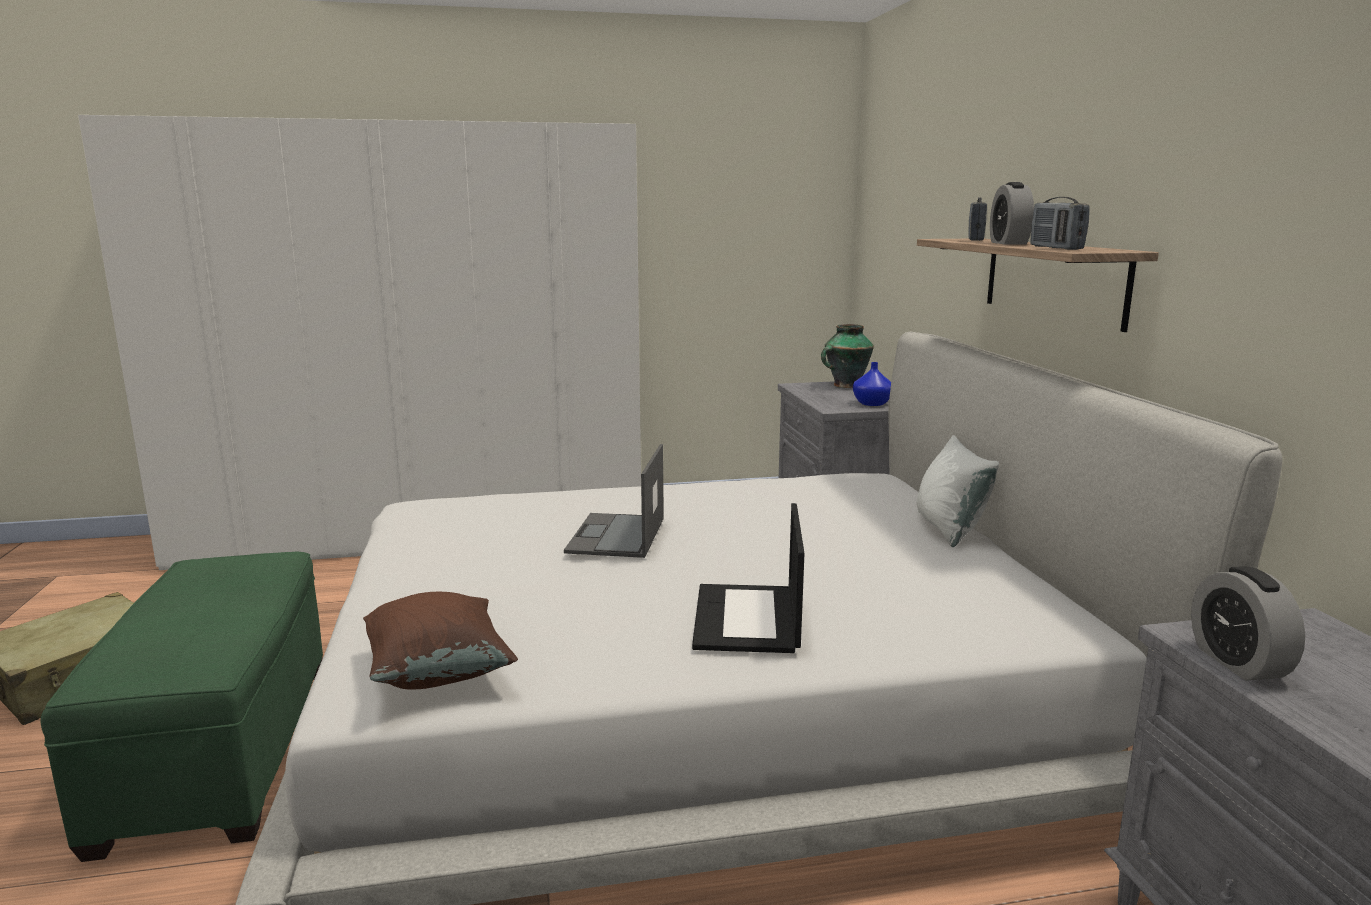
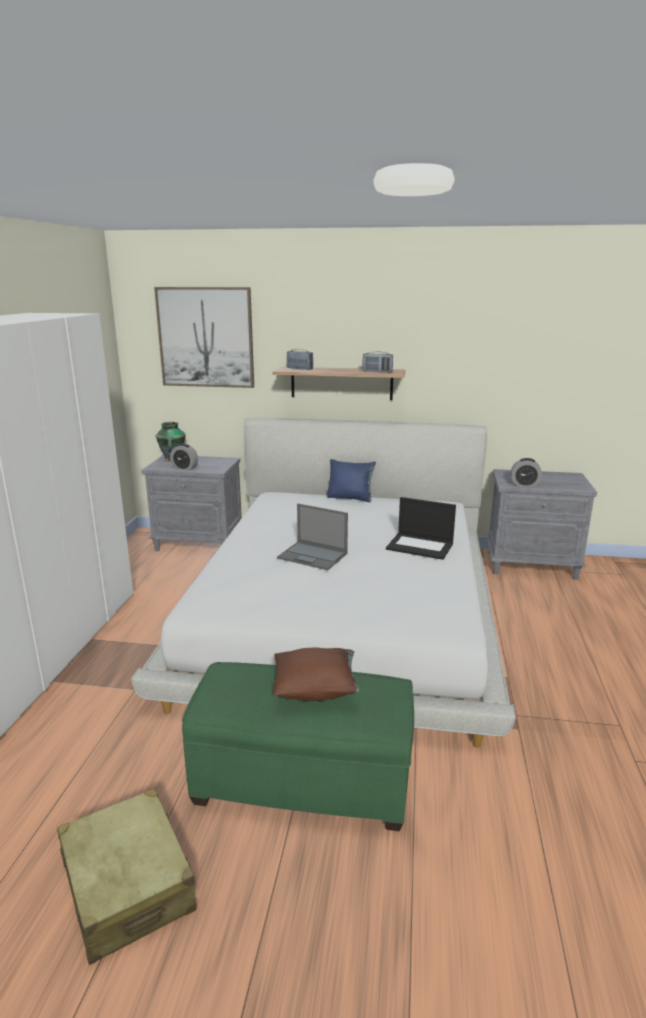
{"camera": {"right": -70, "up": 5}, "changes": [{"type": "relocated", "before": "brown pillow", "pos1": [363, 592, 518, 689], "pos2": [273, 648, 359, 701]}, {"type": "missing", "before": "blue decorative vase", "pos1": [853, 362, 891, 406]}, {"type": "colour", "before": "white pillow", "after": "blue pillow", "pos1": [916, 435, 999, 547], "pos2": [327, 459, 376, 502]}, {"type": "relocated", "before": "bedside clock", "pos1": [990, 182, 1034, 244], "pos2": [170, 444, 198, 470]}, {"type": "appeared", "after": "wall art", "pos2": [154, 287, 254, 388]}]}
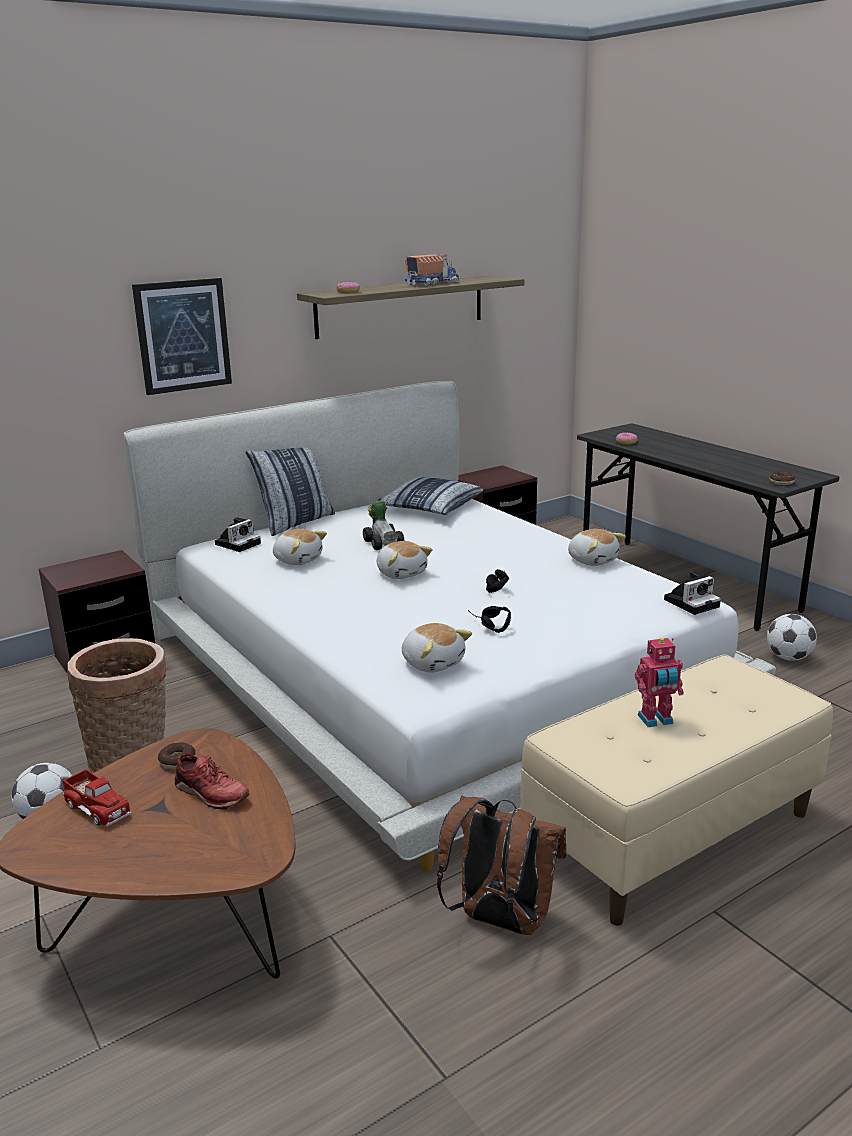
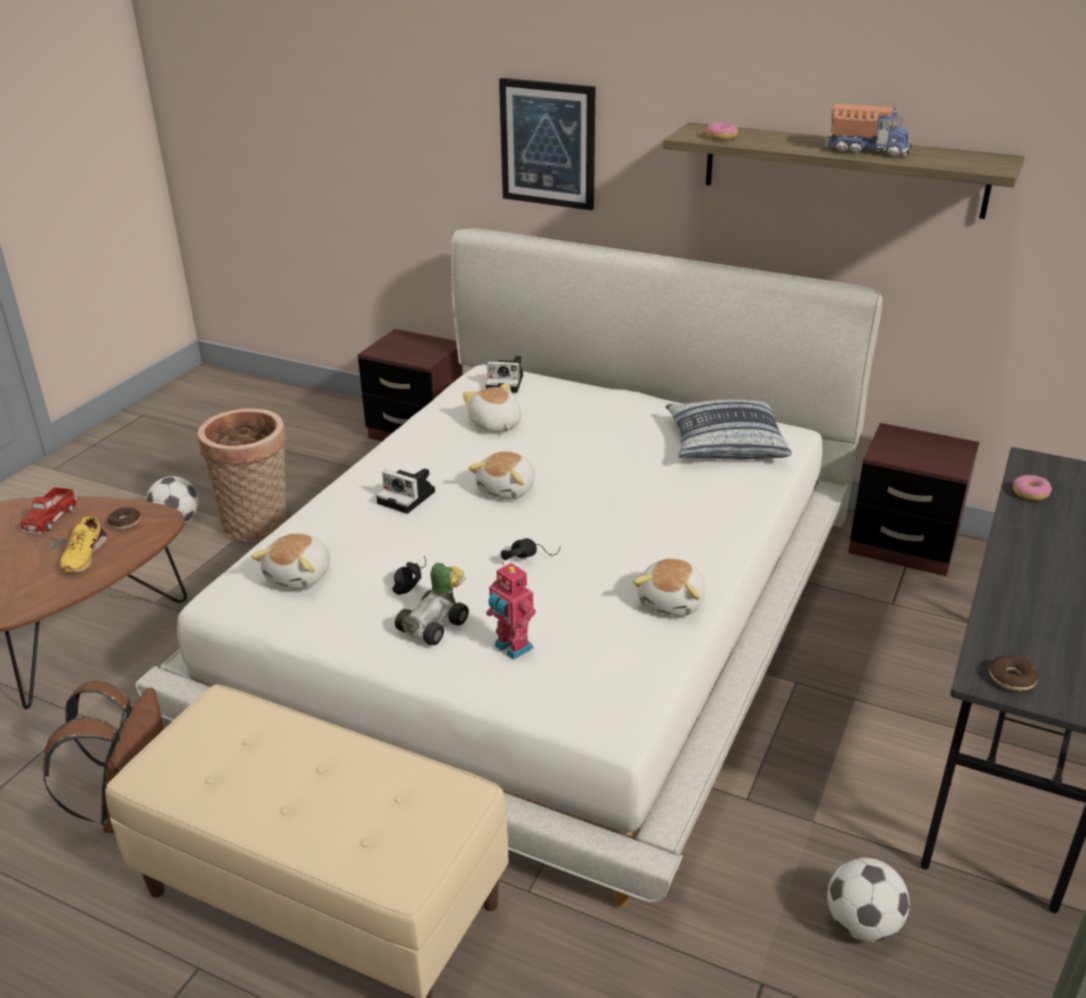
{"camera": {"right": 60, "up": 10}, "changes": [{"type": "colour", "before": "red low shoe", "after": "yellow-coloured low shoe", "pos1": [175, 752, 249, 810], "pos2": [60, 516, 107, 573]}, {"type": "missing", "before": "pillow", "pos1": [245, 448, 335, 536]}, {"type": "spun", "before": "soft toy", "pos1": [273, 529, 327, 565], "pos2": [463, 383, 521, 432], "turn": 150}, {"type": "relocated", "before": "toy car", "pos1": [363, 500, 404, 550], "pos2": [395, 563, 469, 645]}, {"type": "relocated", "before": "model robot", "pos1": [635, 638, 684, 727], "pos2": [486, 563, 536, 660]}, {"type": "relocated", "before": "still camera", "pos1": [664, 571, 721, 615], "pos2": [376, 468, 435, 514]}]}
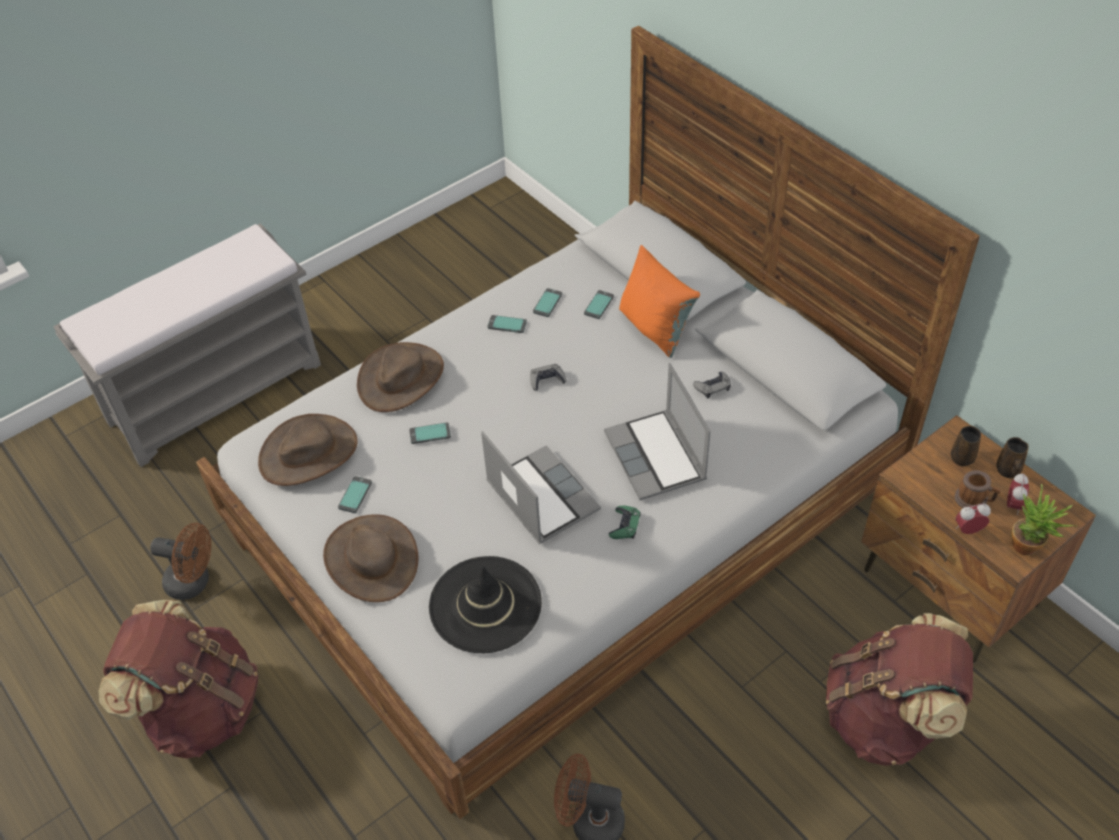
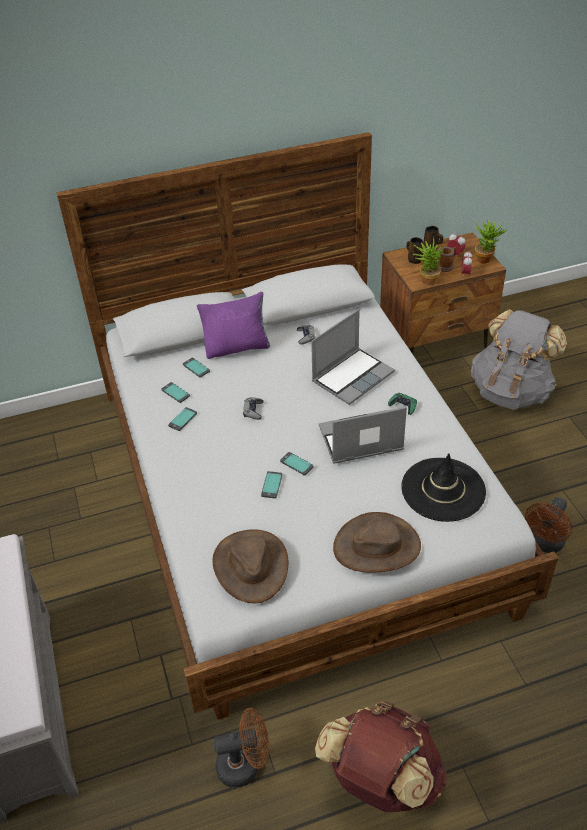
{"camera": {"right": -70, "up": -5}, "changes": [{"type": "spun", "before": "brown fan", "pos1": [150, 523, 211, 600], "pos2": [213, 708, 269, 787], "turn": 45}, {"type": "relocated", "before": "phone", "pos1": [338, 476, 372, 513], "pos2": [280, 452, 314, 475]}, {"type": "missing", "before": "brown clothing hat", "pos1": [357, 342, 444, 412]}, {"type": "spun", "before": "portable computer", "pos1": [604, 363, 711, 500], "pos2": [311, 309, 395, 405], "turn": -45}, {"type": "colour", "before": "orange pillow", "after": "purple-coloured pillow", "pos1": [619, 245, 700, 358], "pos2": [197, 292, 270, 359]}, {"type": "colour", "before": "brown rucksack", "after": "grey rucksack", "pos1": [826, 613, 973, 766], "pos2": [471, 309, 567, 410]}, {"type": "appeared", "after": "houseplant", "pos2": [413, 237, 444, 285]}]}
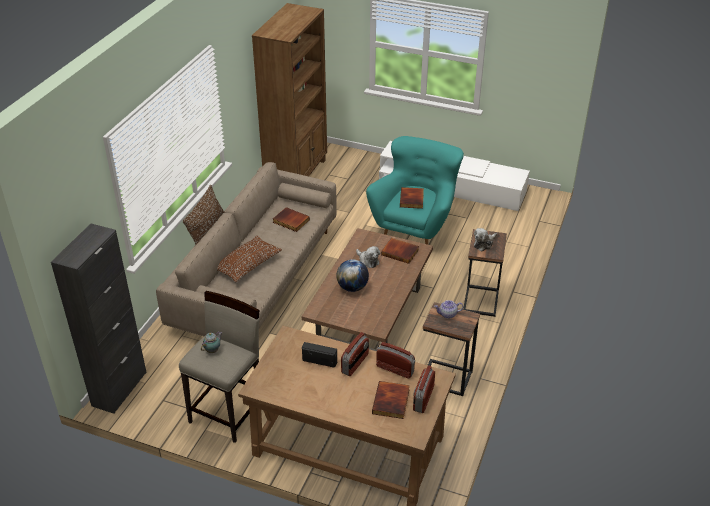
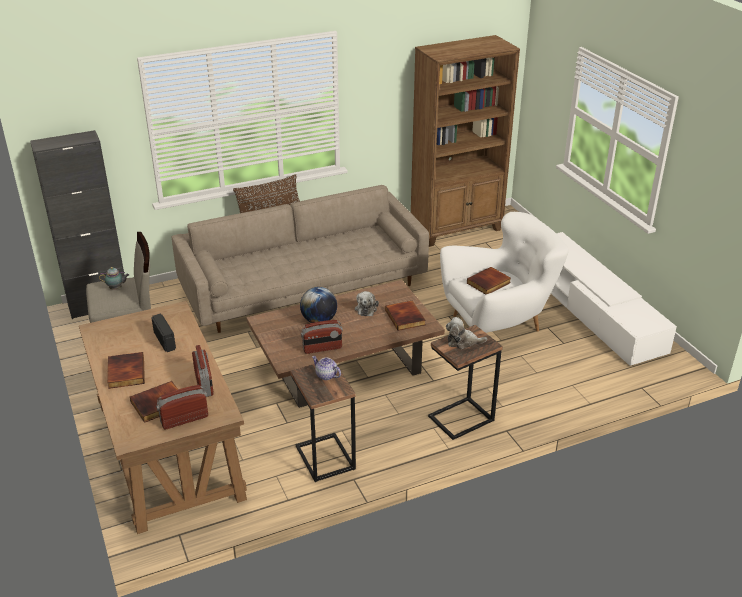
{"camera": {"right": 45, "up": -5}, "changes": [{"type": "missing", "before": "brown pillow", "pos1": [217, 236, 282, 282]}, {"type": "relocated", "before": "book", "pos1": [273, 207, 310, 232], "pos2": [107, 352, 145, 389]}, {"type": "relocated", "before": "radio set", "pos1": [341, 332, 369, 376], "pos2": [301, 320, 343, 354]}, {"type": "colour", "before": "blue-green easy chair", "after": "white easy chair", "pos1": [366, 136, 464, 245], "pos2": [440, 212, 569, 333]}]}
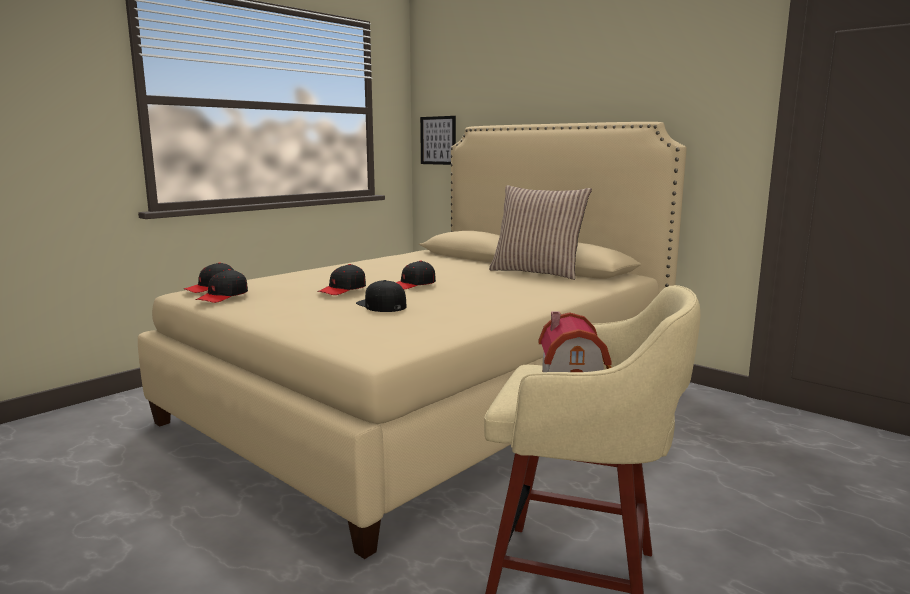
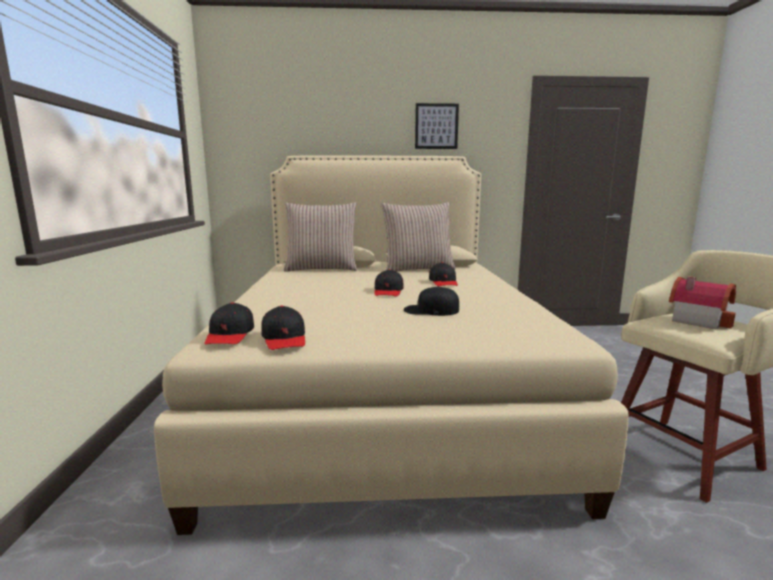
{"camera": {"right": -45, "up": 0}, "changes": [{"type": "relocated", "before": "blackish cap", "pos1": [317, 264, 366, 295], "pos2": [429, 262, 458, 286]}, {"type": "relocated", "before": "wall art", "pos1": [420, 116, 456, 165], "pos2": [415, 103, 459, 149]}, {"type": "appeared", "after": "pillow", "pos2": [284, 202, 357, 272]}]}
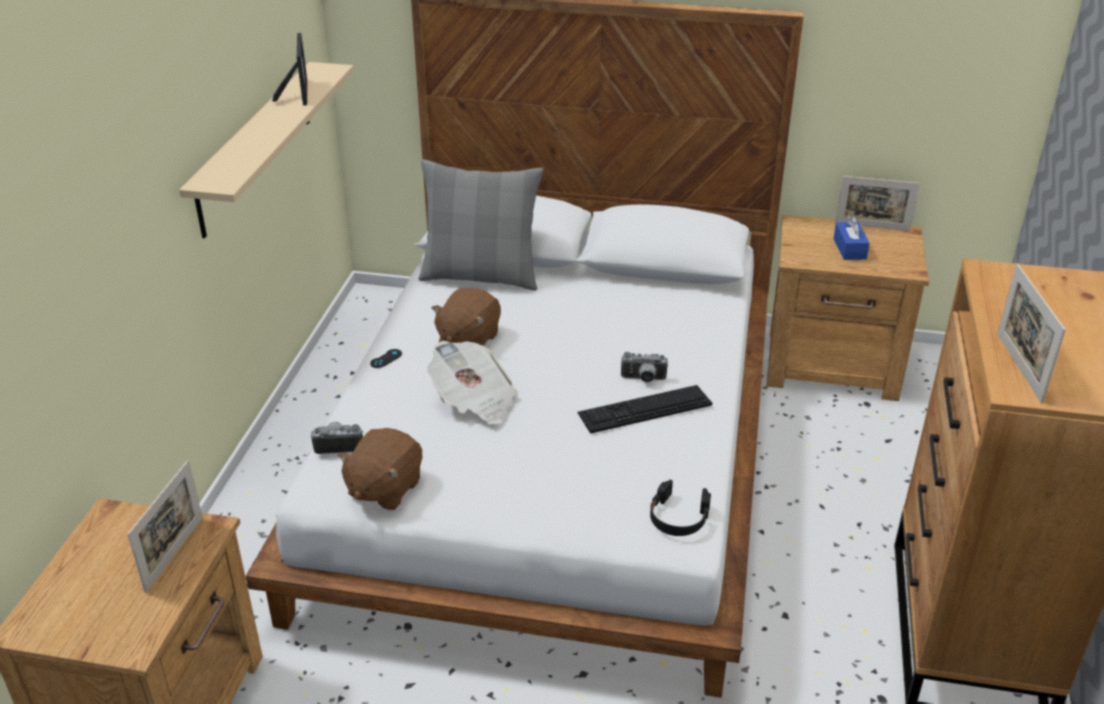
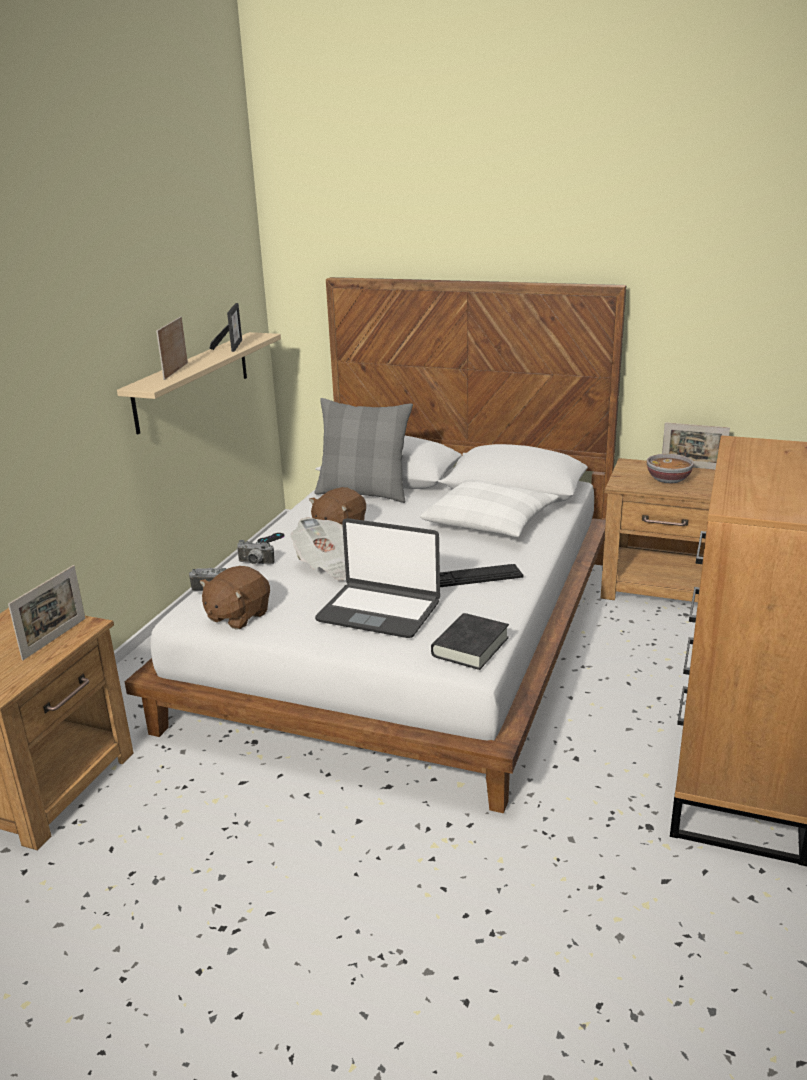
{"camera": {"right": 10, "up": -10}, "changes": [{"type": "relocated", "before": "still camera", "pos1": [621, 352, 668, 383], "pos2": [236, 540, 275, 565]}, {"type": "exchanged", "before": "blackish pair of headphones", "after": "blackish book", "pos1": [650, 480, 711, 536], "pos2": [431, 613, 509, 670]}, {"type": "exchanged", "before": "blue box of tissues", "after": "serving bowl", "pos1": [834, 216, 870, 260], "pos2": [647, 454, 694, 483]}, {"type": "relocated", "before": "photo frame", "pos1": [997, 264, 1066, 403], "pos2": [156, 316, 188, 380]}, {"type": "appeared", "after": "portable computer", "pos2": [315, 518, 440, 638]}, {"type": "appeared", "after": "white pillow", "pos2": [420, 479, 559, 537]}]}
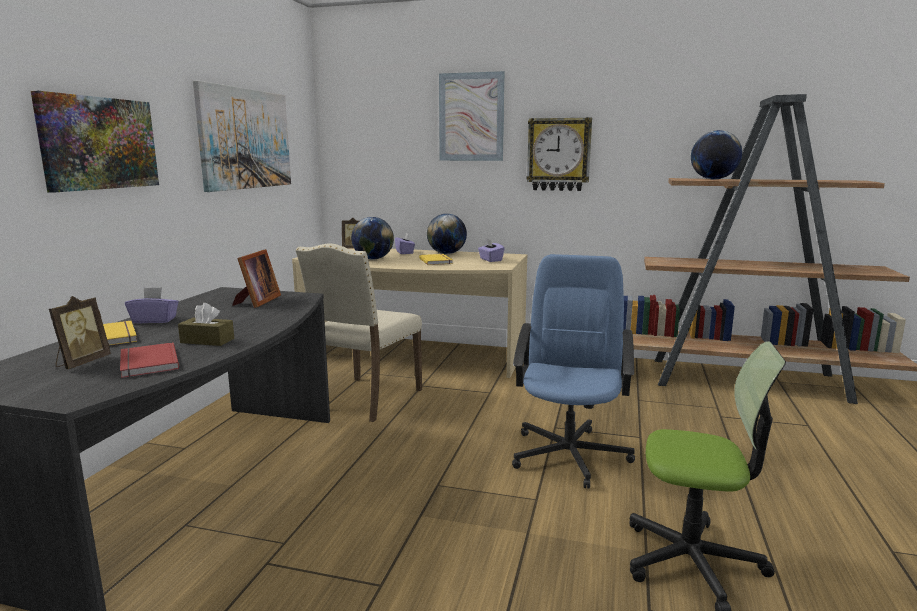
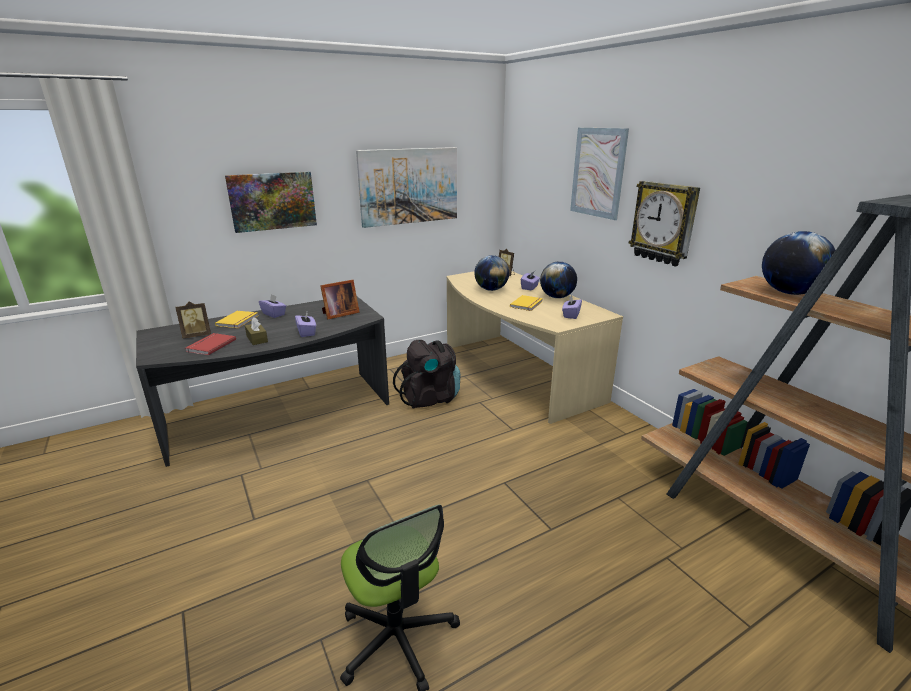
{"camera": {"right": 45, "up": 10}, "changes": [{"type": "exchanged", "before": "sand-coloured upright chair", "after": "blackish rucksack", "pos1": [296, 243, 422, 422], "pos2": [393, 340, 460, 409]}, {"type": "missing", "before": "blue desk chair", "pos1": [512, 254, 635, 489]}, {"type": "appeared", "after": "purple-coloured box of tissues", "pos2": [295, 312, 316, 337]}]}
